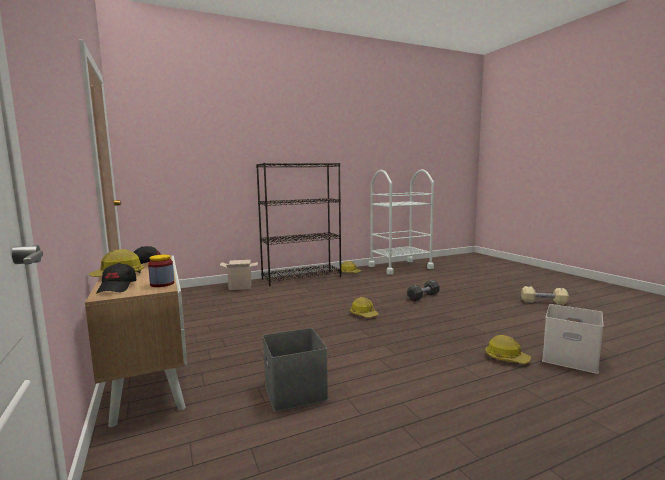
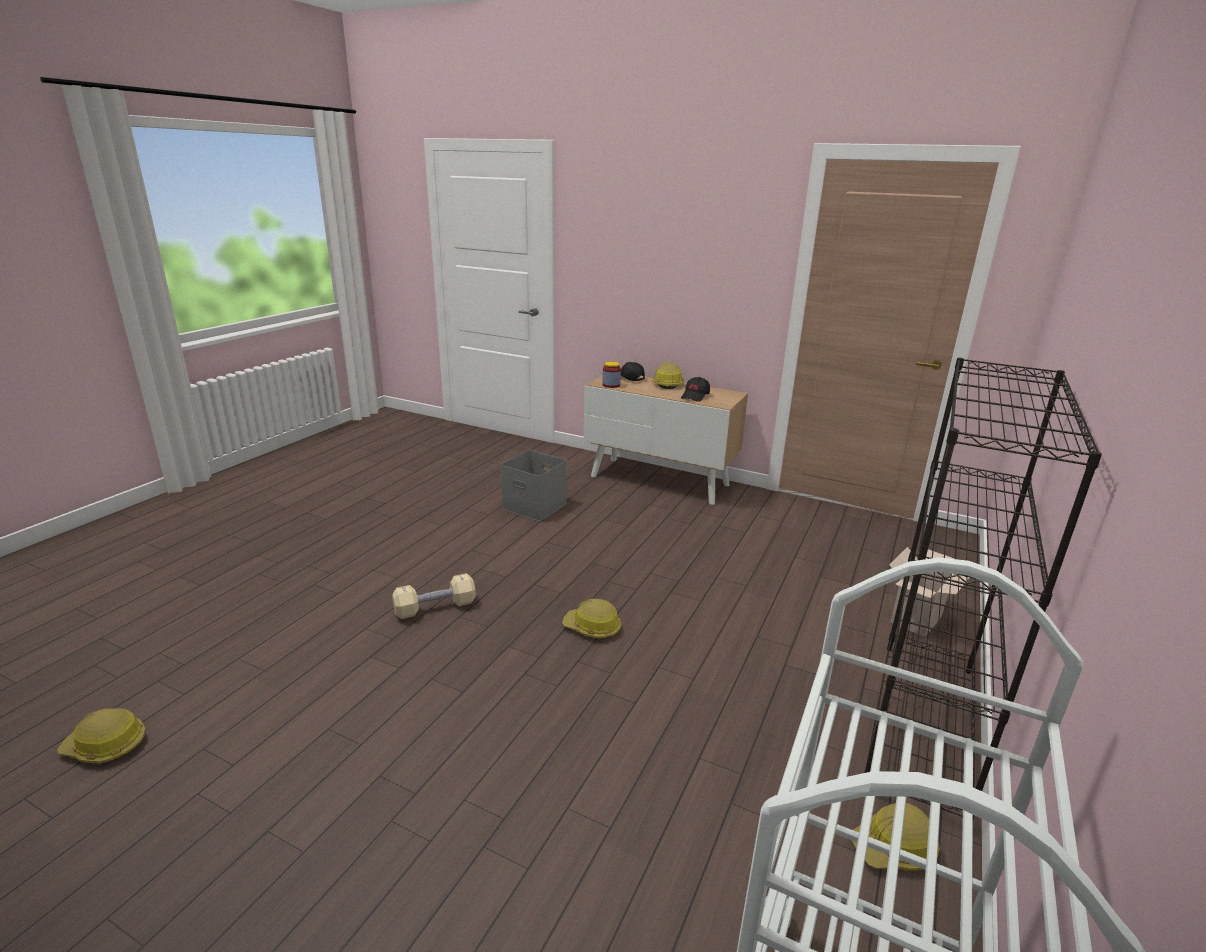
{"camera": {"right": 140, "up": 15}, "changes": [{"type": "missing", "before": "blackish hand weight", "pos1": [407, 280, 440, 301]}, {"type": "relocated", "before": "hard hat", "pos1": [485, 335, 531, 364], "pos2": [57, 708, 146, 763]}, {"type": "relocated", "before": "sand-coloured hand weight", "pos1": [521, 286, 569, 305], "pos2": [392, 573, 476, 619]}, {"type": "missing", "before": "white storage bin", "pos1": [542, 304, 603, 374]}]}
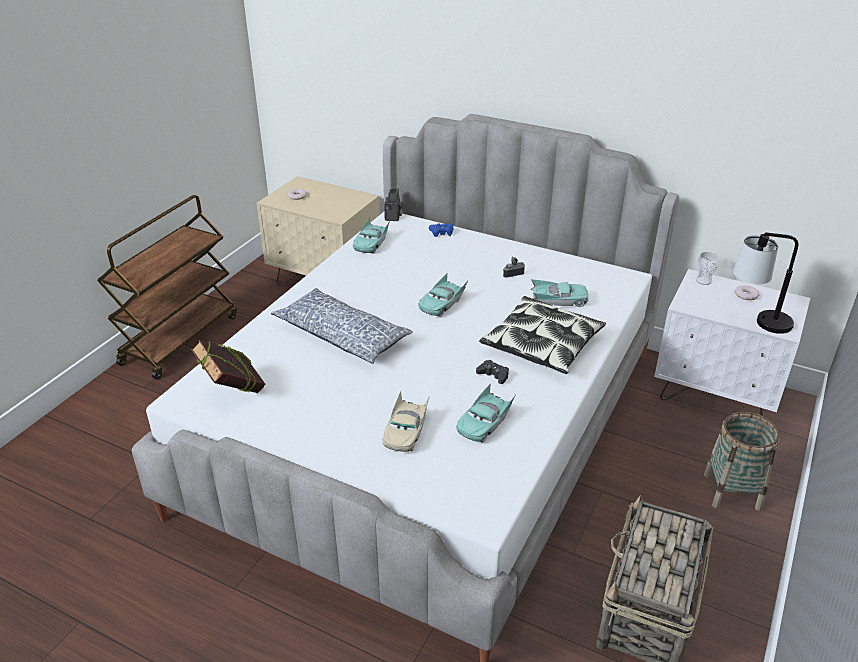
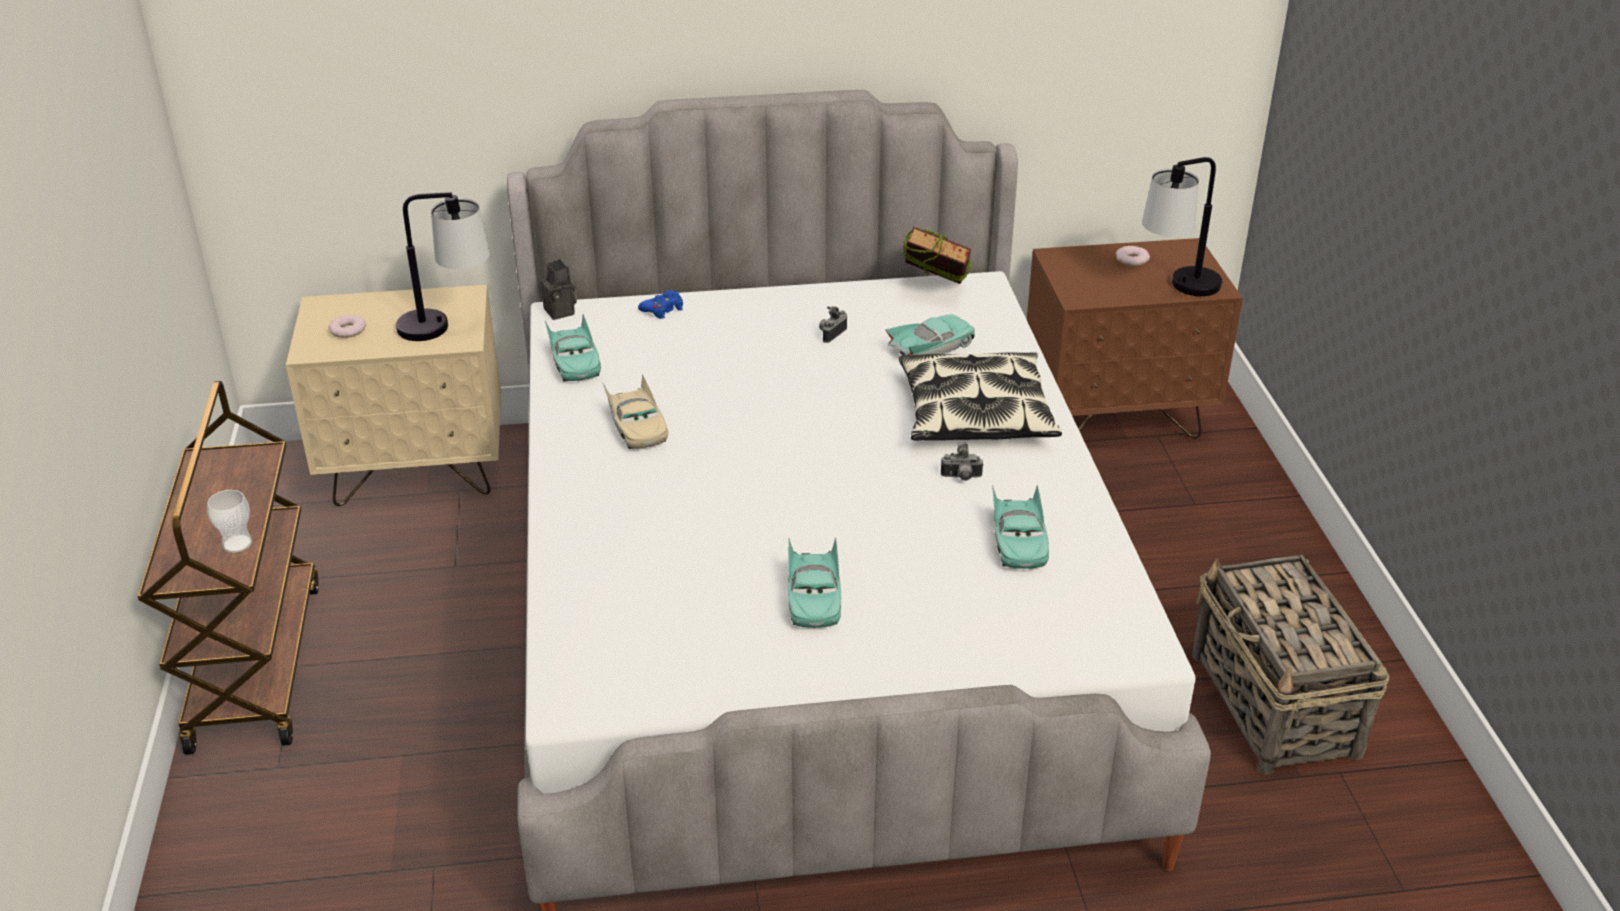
{"camera": {"right": -35, "up": 0}, "changes": [{"type": "relocated", "before": "book", "pos1": [191, 340, 265, 393], "pos2": [902, 227, 972, 284]}, {"type": "missing", "before": "pillow", "pos1": [271, 288, 413, 364]}, {"type": "relocated", "before": "sand-coloured toy car", "pos1": [382, 391, 429, 452], "pos2": [603, 374, 668, 449]}, {"type": "relocated", "before": "blue-green toy car", "pos1": [418, 274, 468, 317], "pos2": [788, 537, 841, 628]}, {"type": "exchanged", "before": "blackish joypad", "after": "still camera", "pos1": [476, 360, 509, 384], "pos2": [941, 443, 983, 481]}, {"type": "colour", "before": "white night table", "after": "brown night table", "pos1": [654, 269, 810, 416], "pos2": [1027, 238, 1243, 438]}, {"type": "relocated", "before": "cup", "pos1": [696, 252, 719, 285], "pos2": [207, 490, 252, 553]}, {"type": "missing", "before": "household basket", "pos1": [704, 412, 780, 511]}, {"type": "appeared", "after": "lamp for a table", "pos2": [396, 192, 490, 341]}]}
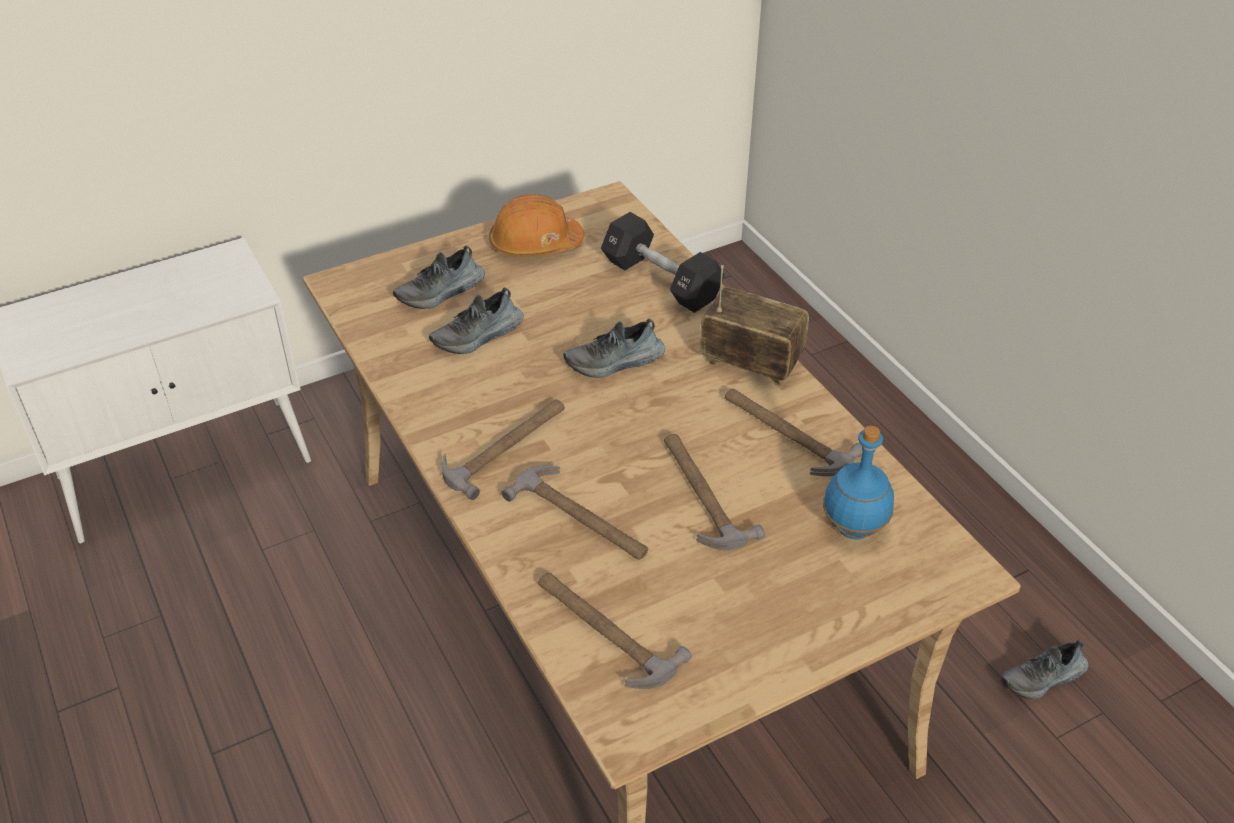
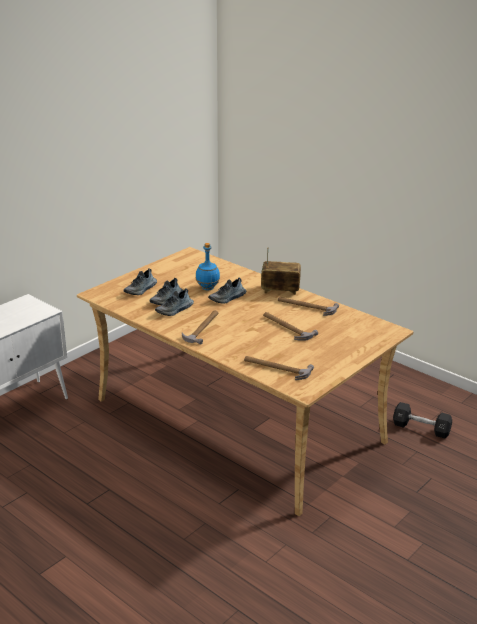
{"camera": {"right": -20, "up": -15}, "changes": [{"type": "missing", "before": "orange hard hat", "pos1": [489, 194, 584, 256]}, {"type": "missing", "before": "hammer", "pos1": [502, 466, 648, 560]}, {"type": "relocated", "before": "blackish hand weight", "pos1": [601, 212, 724, 313], "pos2": [393, 402, 452, 438]}, {"type": "relocated", "before": "blue bottle", "pos1": [823, 426, 894, 540], "pos2": [196, 243, 220, 290]}, {"type": "relocated", "before": "low shoe", "pos1": [1001, 640, 1089, 700], "pos2": [155, 288, 194, 316]}]}
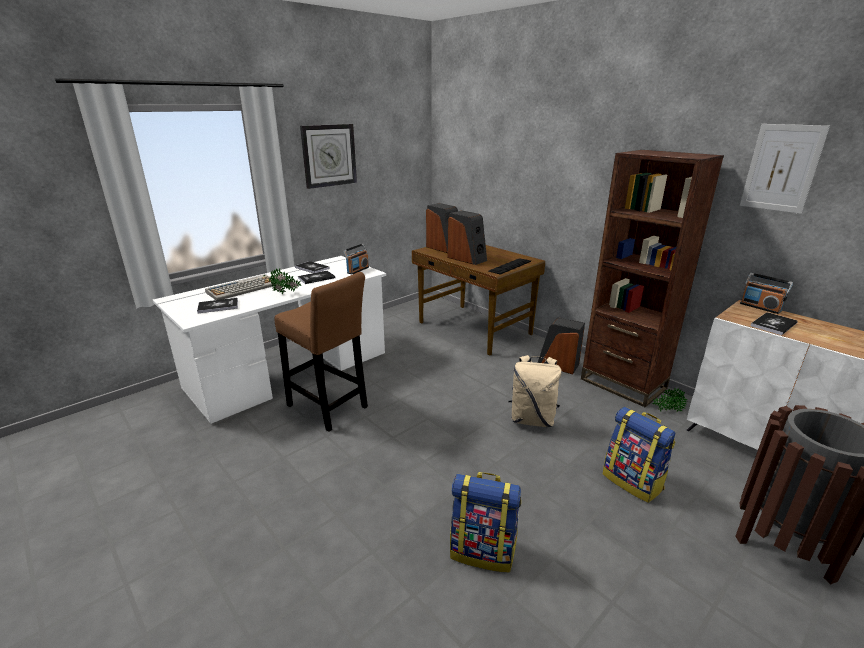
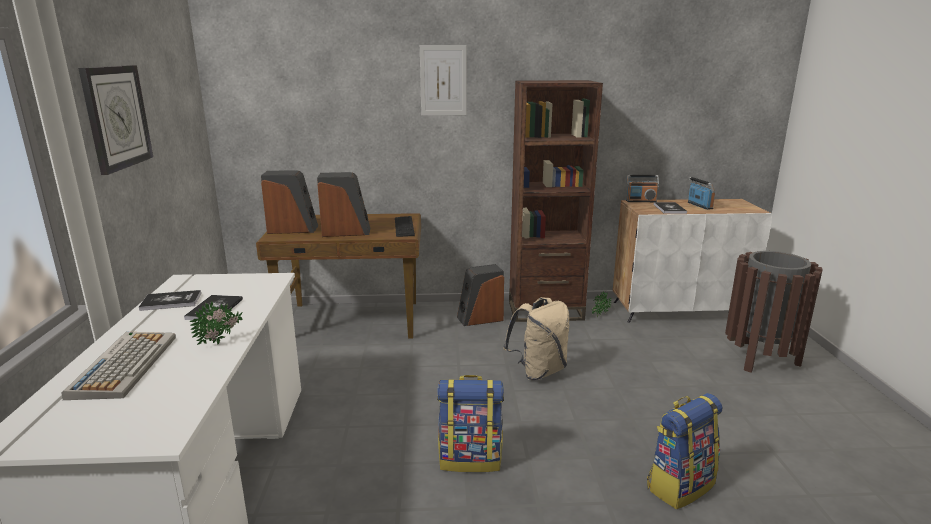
{"camera": {"right": -50, "up": -5}, "changes": [{"type": "missing", "before": "book", "pos1": [197, 298, 238, 313]}, {"type": "missing", "before": "brown stool", "pos1": [274, 272, 368, 432]}, {"type": "relocated", "before": "radio set", "pos1": [343, 244, 369, 275], "pos2": [688, 177, 715, 210]}, {"type": "relocated", "before": "rucksack", "pos1": [603, 407, 676, 503], "pos2": [437, 375, 504, 472]}, {"type": "relocated", "before": "wall art", "pos1": [740, 124, 830, 214], "pos2": [420, 45, 466, 115]}]}
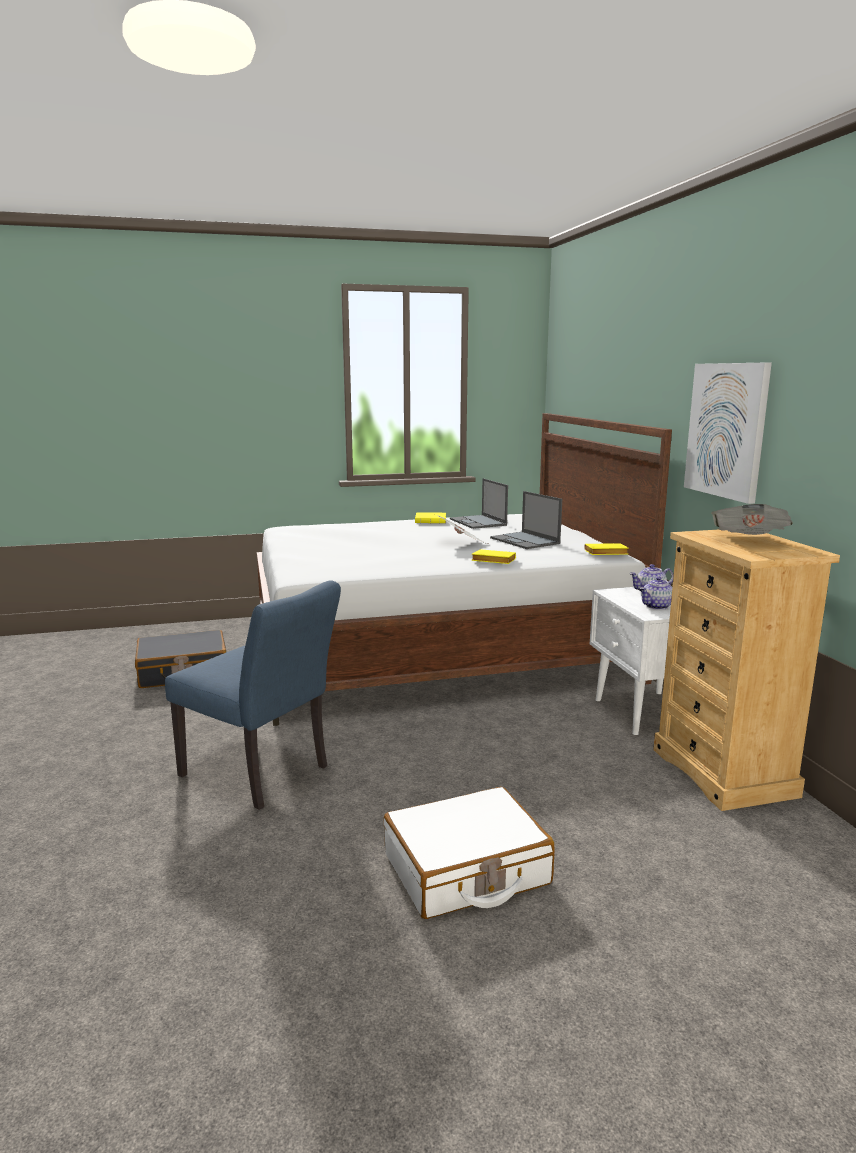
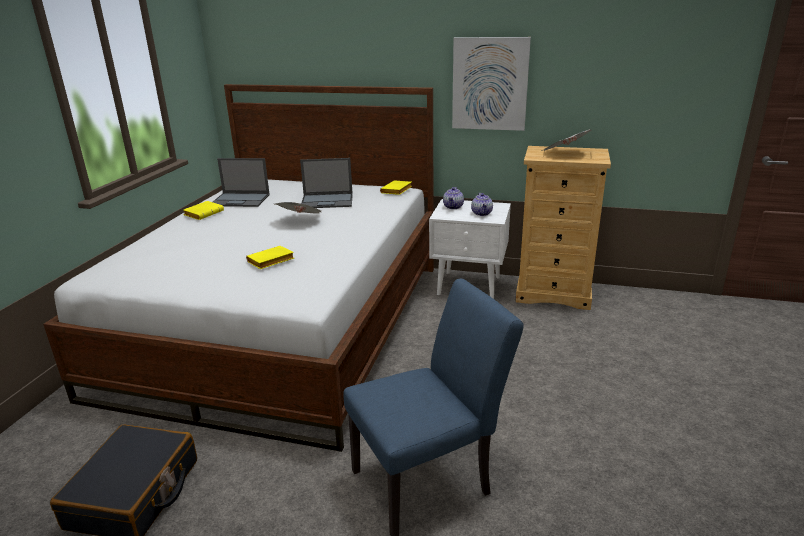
{"camera": {"right": -60, "up": 10}, "changes": [{"type": "missing", "before": "white piece of luggage", "pos1": [384, 787, 555, 919]}, {"type": "relocated", "before": "yellow-coloured book", "pos1": [471, 549, 516, 564], "pos2": [246, 246, 294, 269]}]}
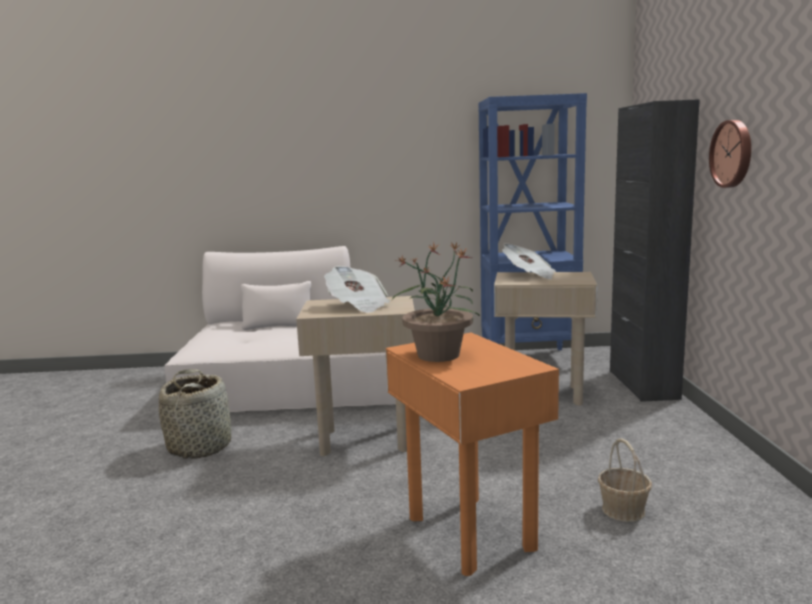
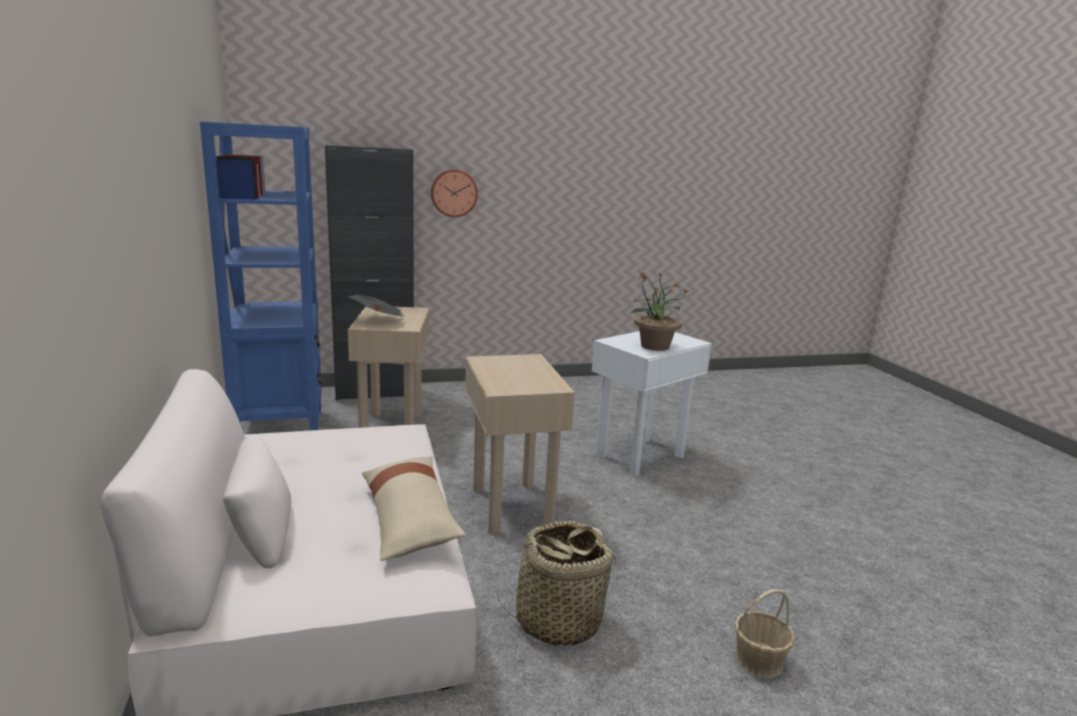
{"camera": {"right": -105, "up": 5}, "changes": [{"type": "missing", "before": "printed paper", "pos1": [324, 266, 390, 313]}, {"type": "colour", "before": "orange accent table", "after": "white accent table", "pos1": [385, 333, 559, 576], "pos2": [592, 331, 712, 476]}, {"type": "relocated", "before": "household basket", "pos1": [598, 438, 652, 522], "pos2": [735, 589, 795, 678]}, {"type": "appeared", "after": "sand-coloured pillow", "pos2": [362, 456, 466, 561]}]}
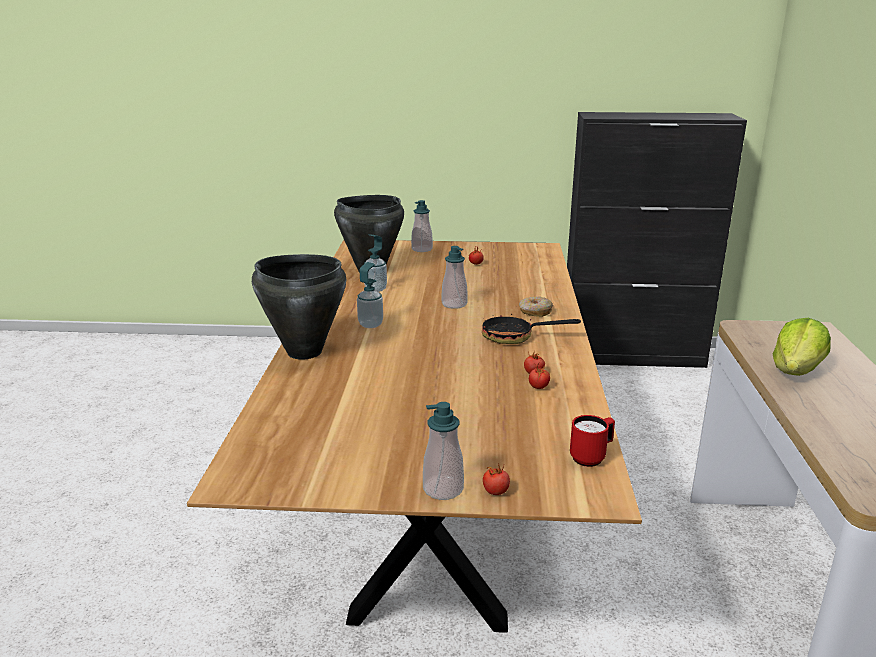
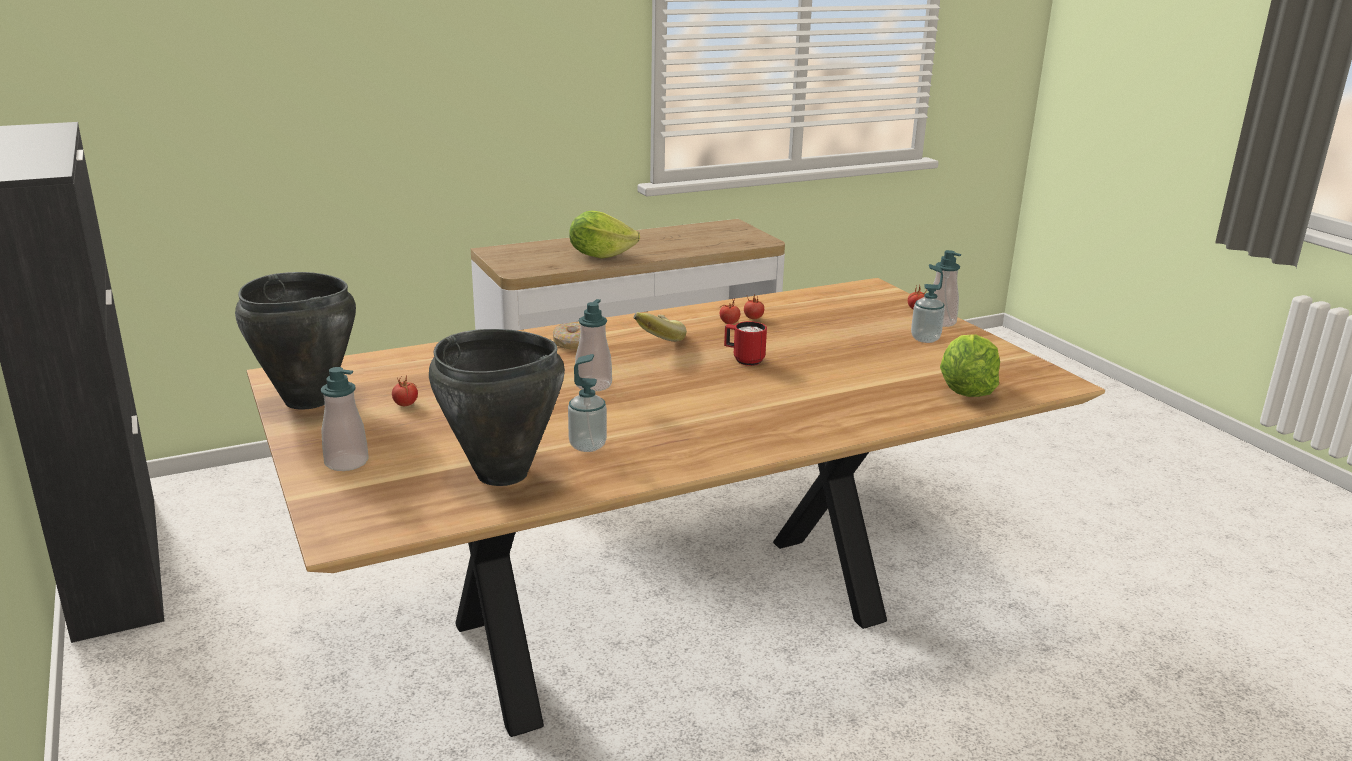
{"camera": {"right": -120, "up": 0}, "changes": [{"type": "relocated", "before": "blackish cooking pot", "pos1": [252, 254, 346, 360], "pos2": [235, 272, 356, 410]}, {"type": "relocated", "before": "soap bottle", "pos1": [357, 262, 383, 328], "pos2": [911, 264, 945, 343]}, {"type": "exchanged", "before": "skillet", "after": "banana", "pos1": [482, 313, 581, 344], "pos2": [633, 312, 687, 342]}, {"type": "relocated", "before": "red mug", "pos1": [570, 415, 615, 467], "pos2": [724, 321, 767, 366]}, {"type": "appeared", "after": "lettuce", "pos2": [940, 334, 1000, 397]}]}
